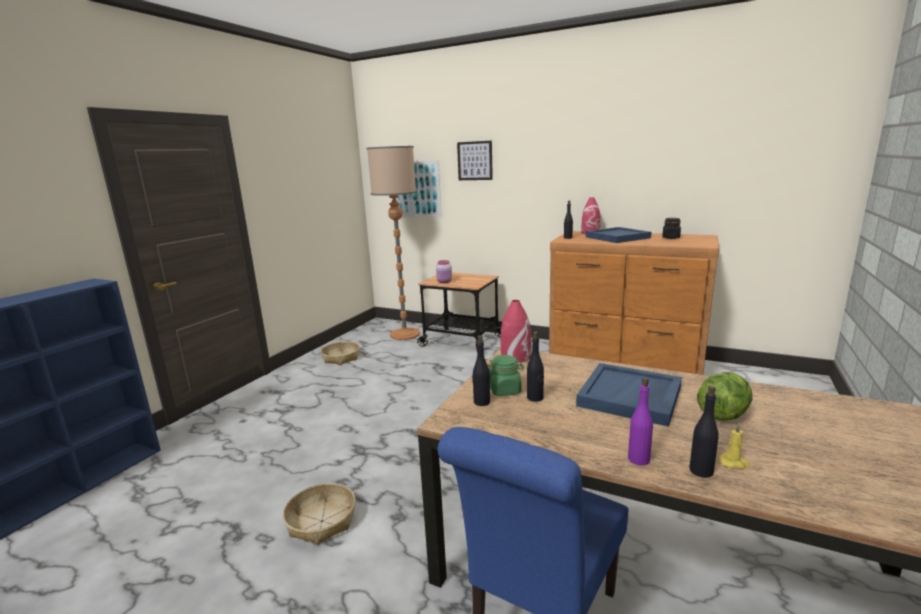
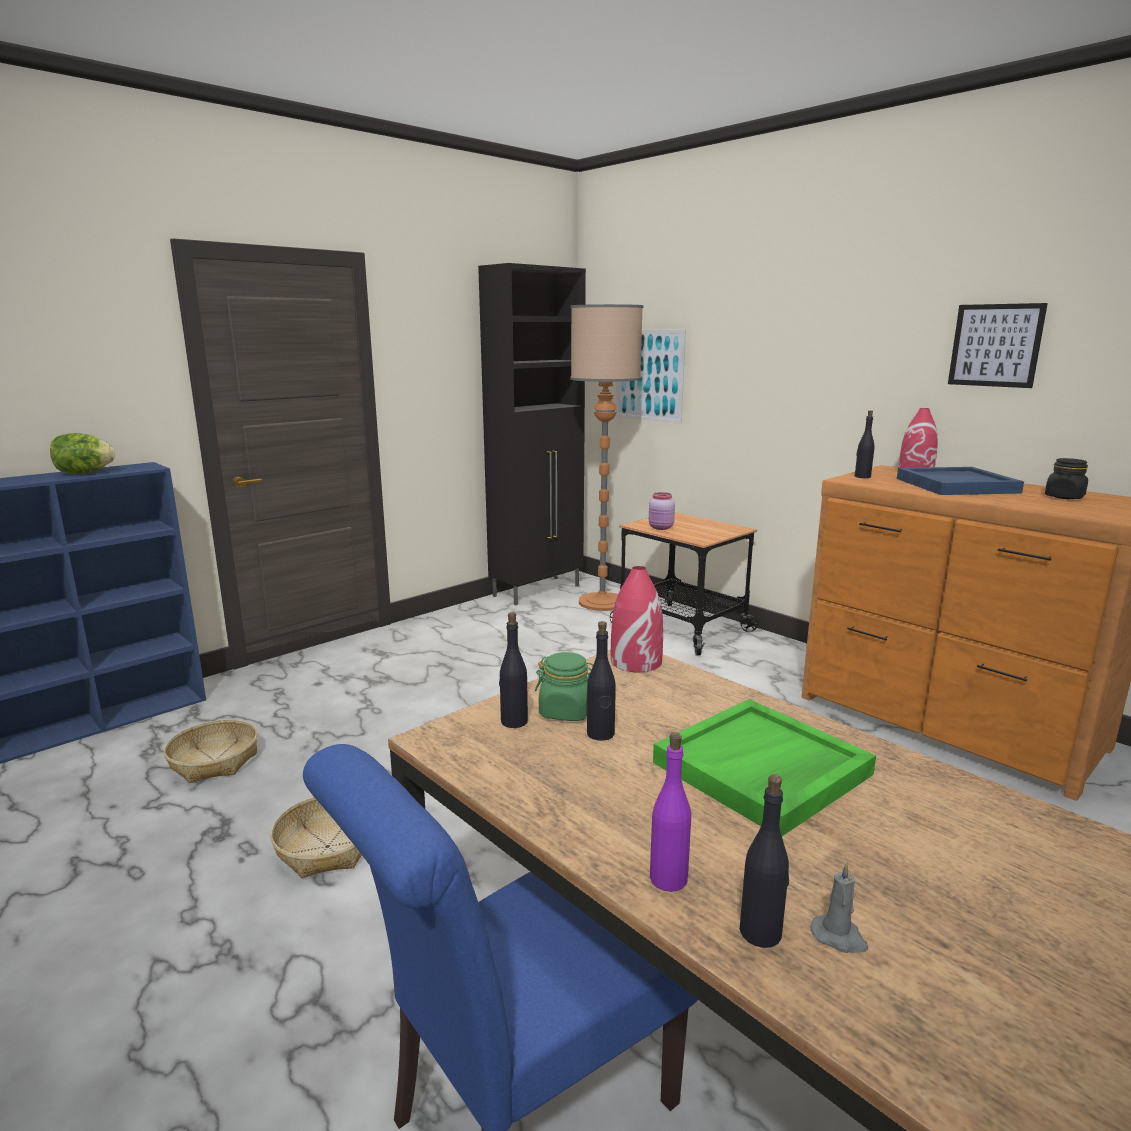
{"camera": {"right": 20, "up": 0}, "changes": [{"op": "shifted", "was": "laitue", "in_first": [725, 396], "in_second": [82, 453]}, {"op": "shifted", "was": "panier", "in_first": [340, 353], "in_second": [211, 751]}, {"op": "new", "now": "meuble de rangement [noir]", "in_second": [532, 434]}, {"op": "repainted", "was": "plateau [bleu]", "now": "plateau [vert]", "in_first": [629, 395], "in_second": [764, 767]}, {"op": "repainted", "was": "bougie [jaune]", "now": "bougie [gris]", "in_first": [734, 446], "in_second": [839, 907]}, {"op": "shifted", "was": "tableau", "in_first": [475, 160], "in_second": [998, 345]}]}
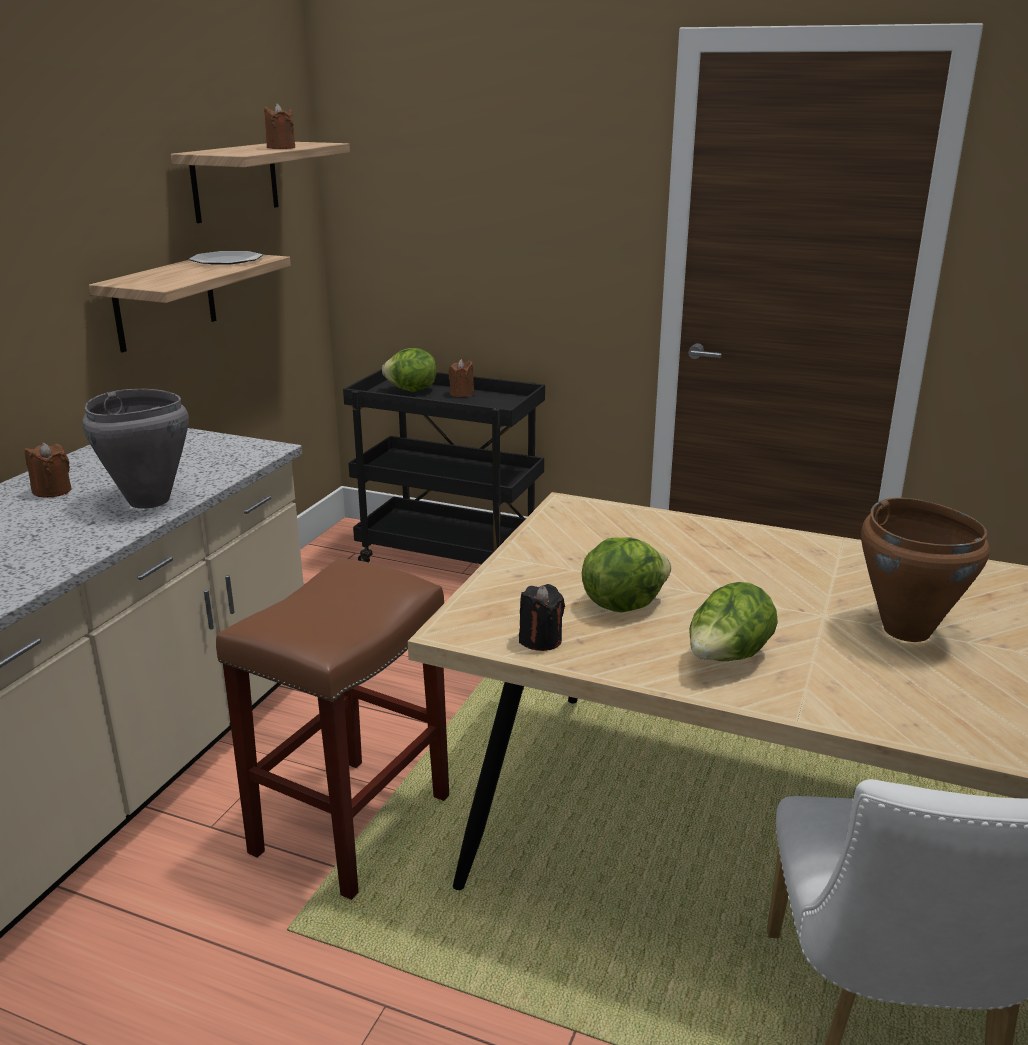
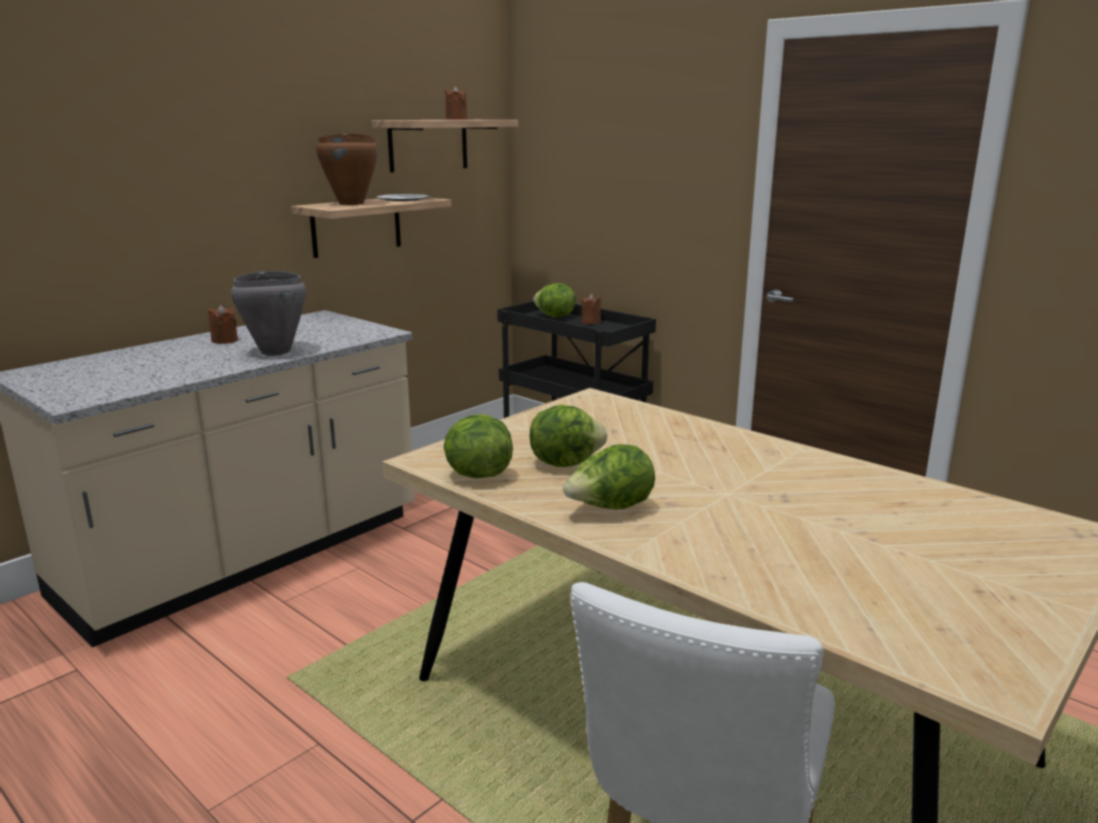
{"camera": {"right": 20, "up": -5}, "changes": [{"op": "shifted", "was": "marmite [marron]", "in_first": [925, 570], "in_second": [347, 169]}, {"op": "swapped", "was": "bougie [noir]", "now": "laitue", "in_first": [542, 617], "in_second": [478, 446]}, {"op": "gone", "was": "tabouret [marron]", "in_first": [332, 729]}]}
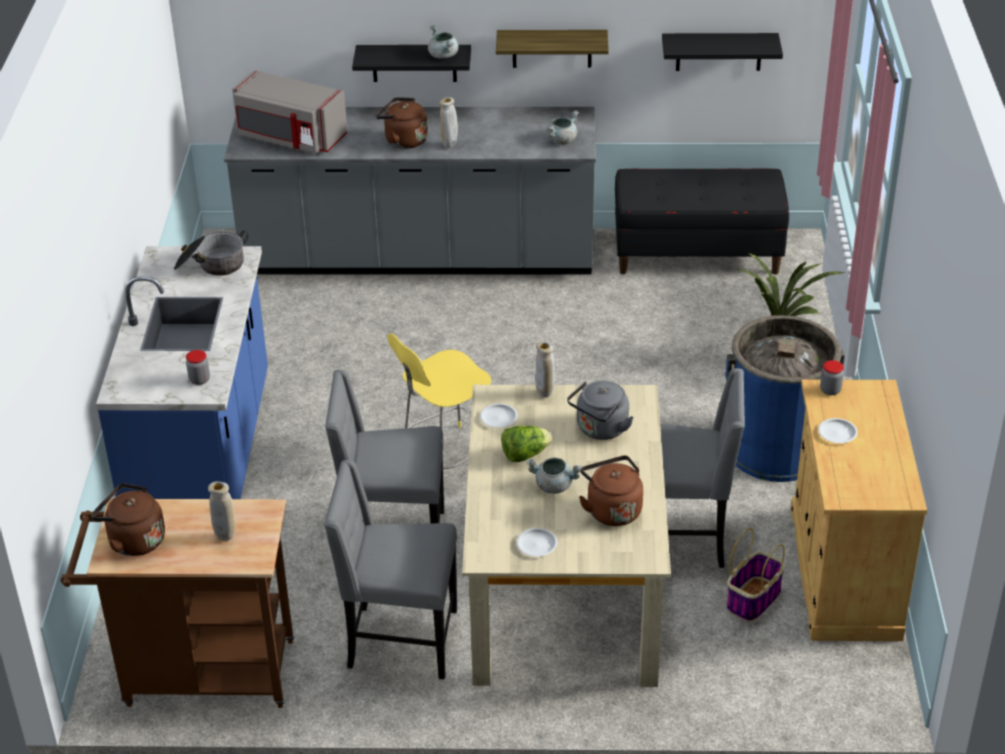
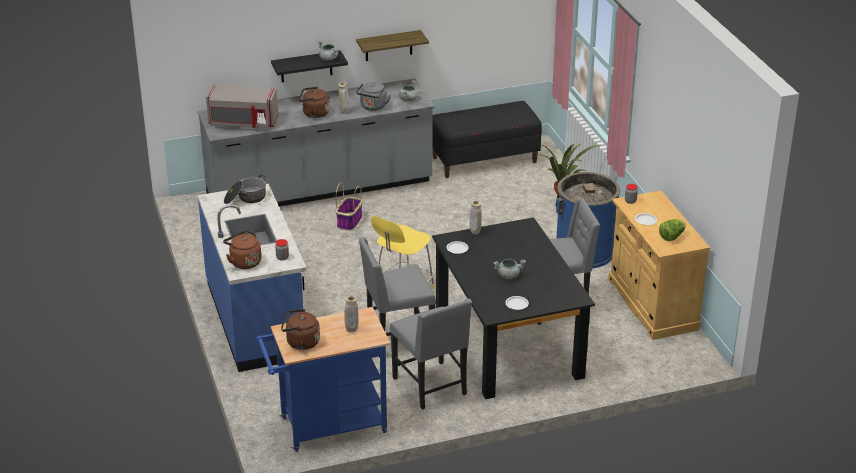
{"camera": {"right": -20, "up": -5}, "changes": [{"op": "shifted", "was": "bouilloire [marron]", "in_first": [611, 490], "in_second": [242, 249]}, {"op": "repainted", "was": "chariot [marron]", "now": "chariot [bleu]", "in_first": [177, 603], "in_second": [323, 379]}, {"op": "shifted", "was": "panier", "in_first": [756, 575], "in_second": [349, 206]}, {"op": "shifted", "was": "bouilloire [gris]", "in_first": [600, 410], "in_second": [373, 96]}, {"op": "rotated", "was": "chaise [gris]", "in_first": [390, 569], "in_second": [431, 353], "clockwise": -105}, {"op": "repainted", "was": "table à manger [beige]", "now": "table à manger [noir]", "in_first": [566, 536], "in_second": [513, 308]}, {"op": "shifted", "was": "laitue", "in_first": [526, 444], "in_second": [672, 230]}, {"op": "gone", "was": "étagère [noir]", "in_first": [722, 52]}]}
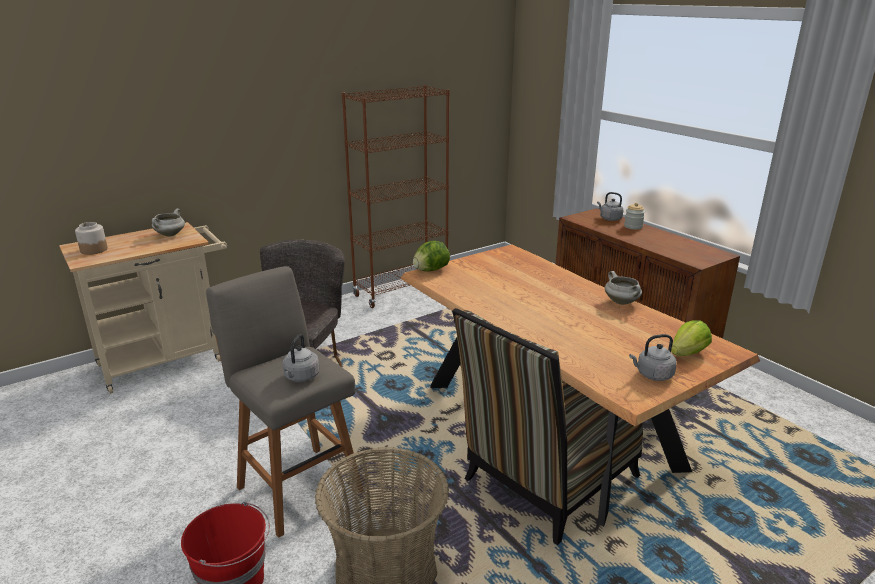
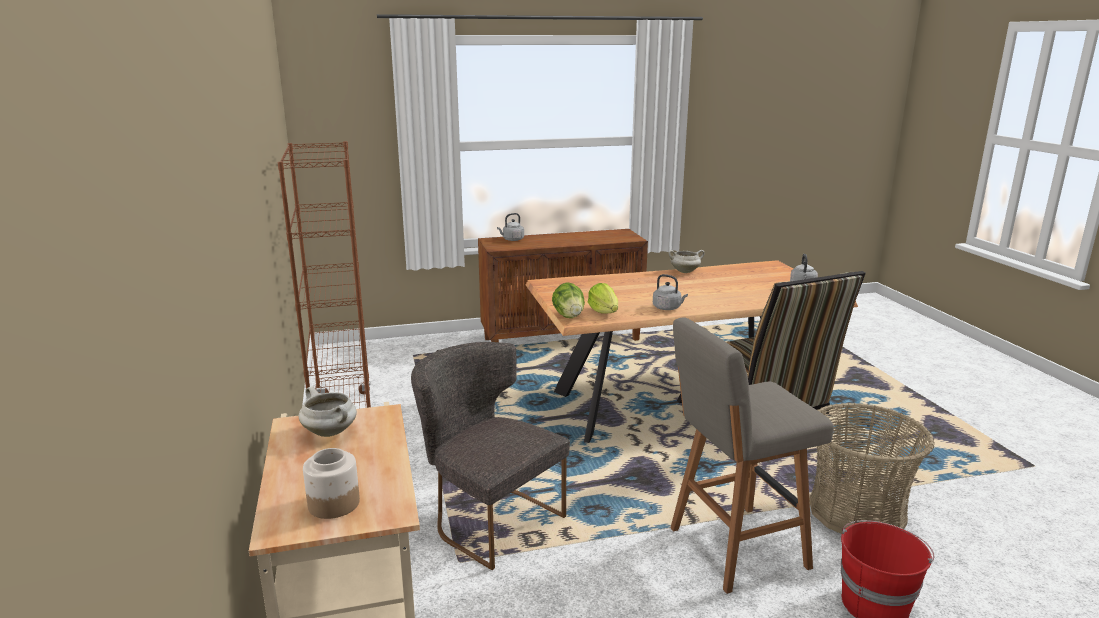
{"camera": {"right": -70, "up": -5}, "changes": [{"op": "shifted", "was": "laitue", "in_first": [691, 338], "in_second": [603, 298]}, {"op": "shifted", "was": "bouilloire [gris]", "in_first": [301, 358], "in_second": [670, 292]}, {"op": "gone", "was": "bocal", "in_first": [634, 216]}]}
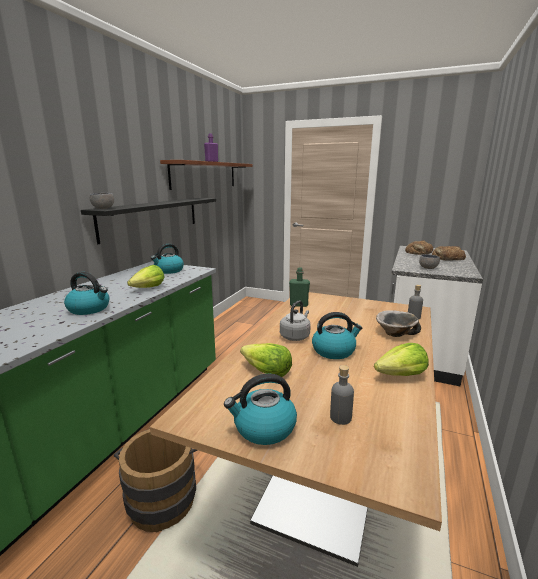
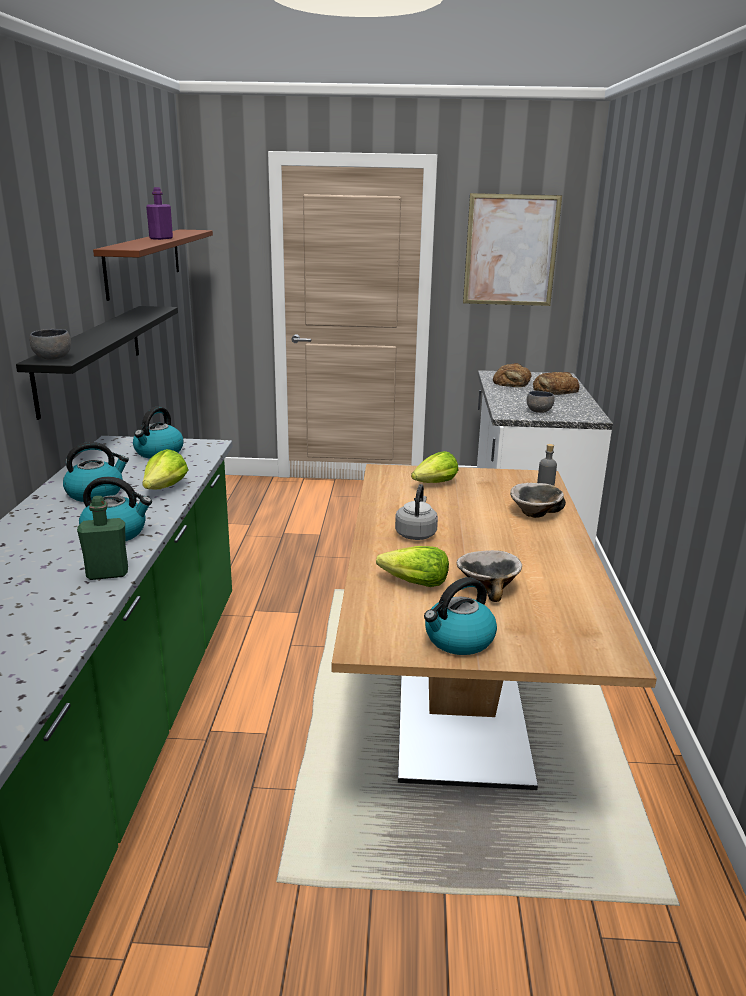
{"camera": {"right": -20, "up": 5}, "changes": [{"op": "shifted", "was": "bouilloire", "in_first": [337, 335], "in_second": [96, 472]}, {"op": "shifted", "was": "bouteille [vert]", "in_first": [299, 287], "in_second": [102, 538]}, {"op": "shifted", "was": "laitue", "in_first": [401, 359], "in_second": [434, 467]}, {"op": "new", "now": "bol", "in_second": [489, 576]}, {"op": "new", "now": "tableau", "in_second": [512, 249]}, {"op": "gone", "was": "seau [marron]", "in_first": [155, 480]}, {"op": "gone", "was": "bouteille [gris]", "in_first": [342, 395]}]}
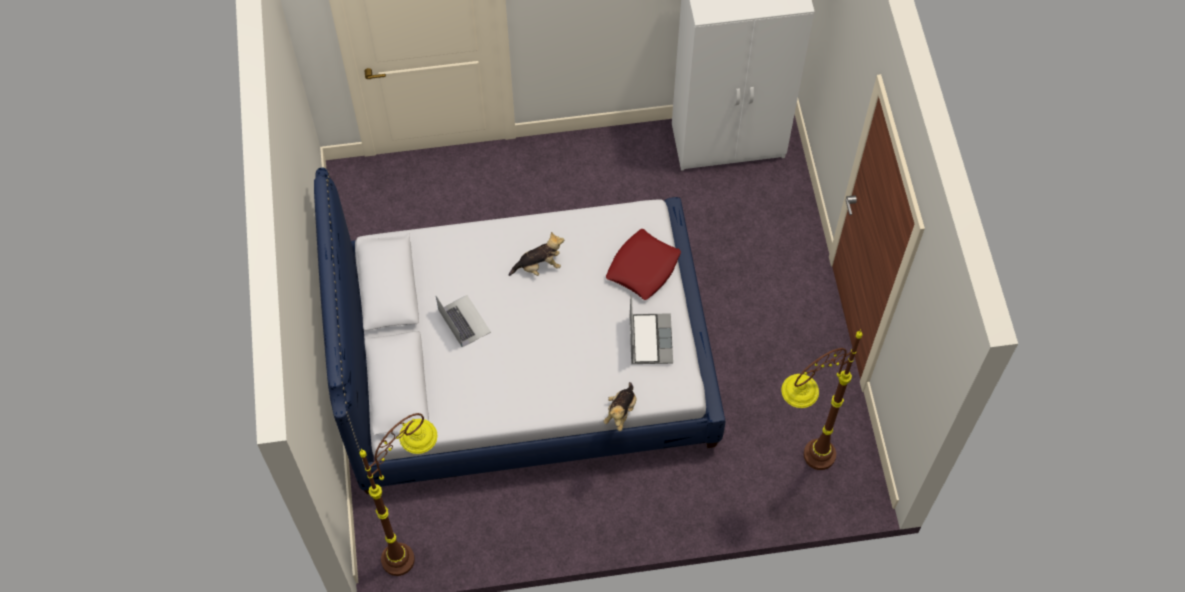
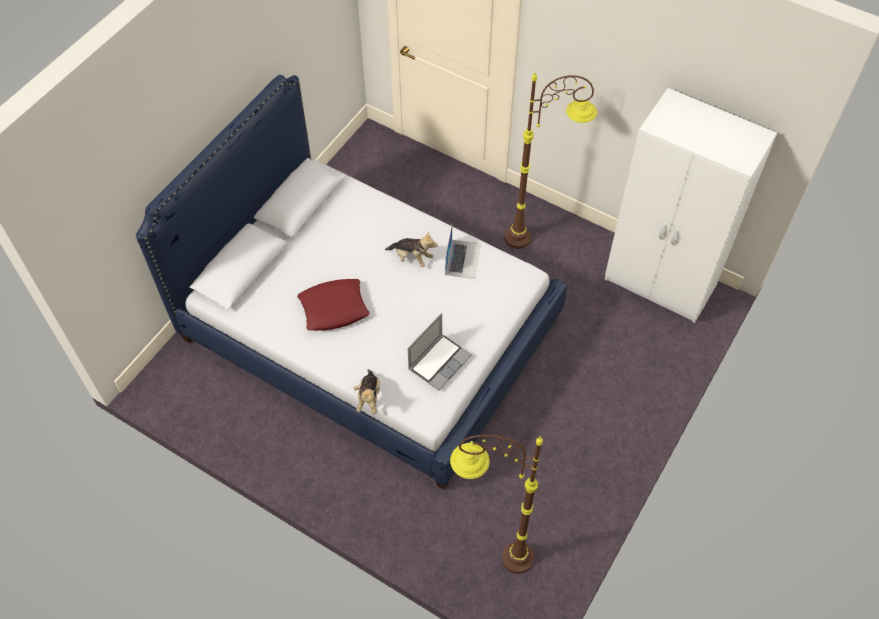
{"camera": {"right": 40, "up": -5}, "changes": [{"op": "shifted", "was": "coussin [rouge]", "in_first": [643, 264], "in_second": [333, 305]}, {"op": "rotated", "was": "peluche", "in_first": [620, 406], "in_second": [367, 391], "clockwise": -60}, {"op": "shifted", "was": "ordinateur portable", "in_first": [463, 321], "in_second": [463, 252]}, {"op": "shifted", "was": "lampadaire [marron]", "in_first": [398, 494], "in_second": [551, 161]}]}
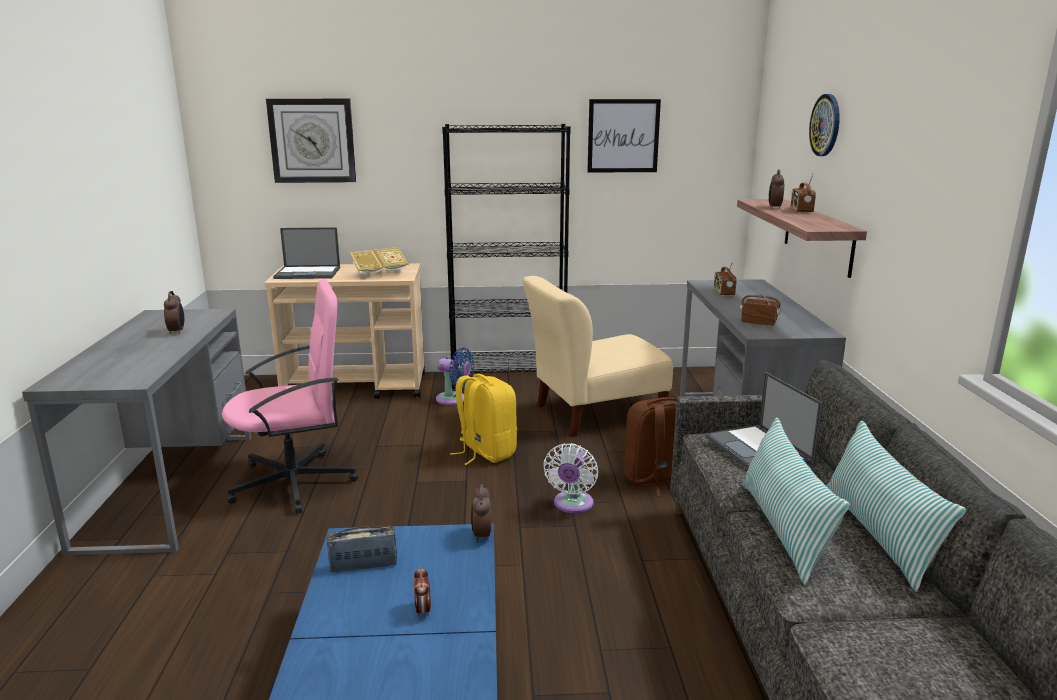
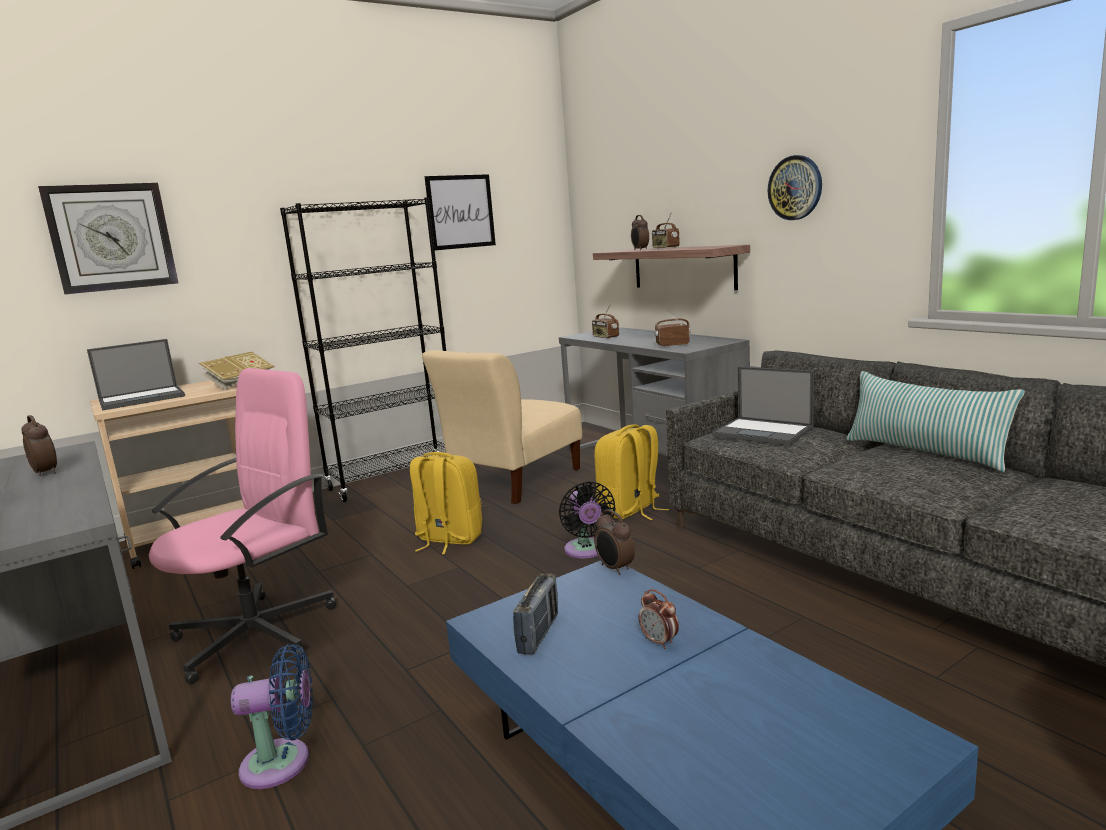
{"camera": {"right": -30, "up": -5}, "changes": [{"op": "shifted", "was": "ventilateur [bleu]", "in_first": [455, 376], "in_second": [272, 716]}, {"op": "rotated", "was": "radio", "in_first": [362, 549], "in_second": [535, 614], "clockwise": 150}, {"op": "repainted", "was": "ventilateur [blanc]", "now": "ventilateur [noir]", "in_first": [570, 478], "in_second": [587, 519]}, {"op": "repainted", "was": "sac à dos [marron]", "now": "sac à dos [jaune]", "in_first": [650, 447], "in_second": [631, 472]}, {"op": "shifted", "was": "horloge murale", "in_first": [824, 125], "in_second": [795, 187]}, {"op": "gone", "was": "coussin", "in_first": [796, 501]}]}
